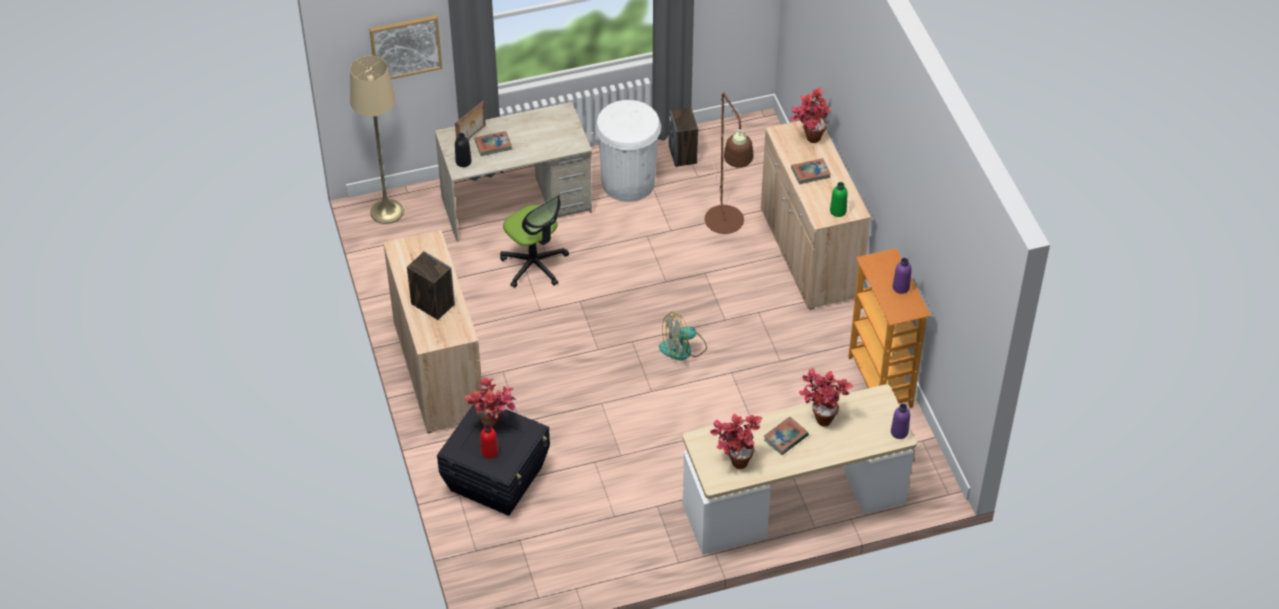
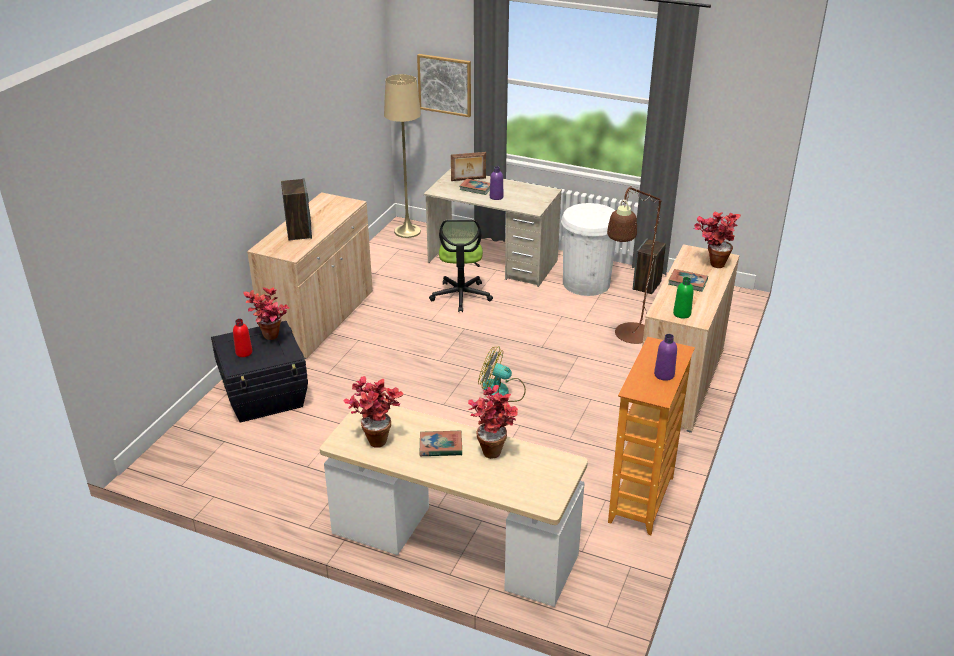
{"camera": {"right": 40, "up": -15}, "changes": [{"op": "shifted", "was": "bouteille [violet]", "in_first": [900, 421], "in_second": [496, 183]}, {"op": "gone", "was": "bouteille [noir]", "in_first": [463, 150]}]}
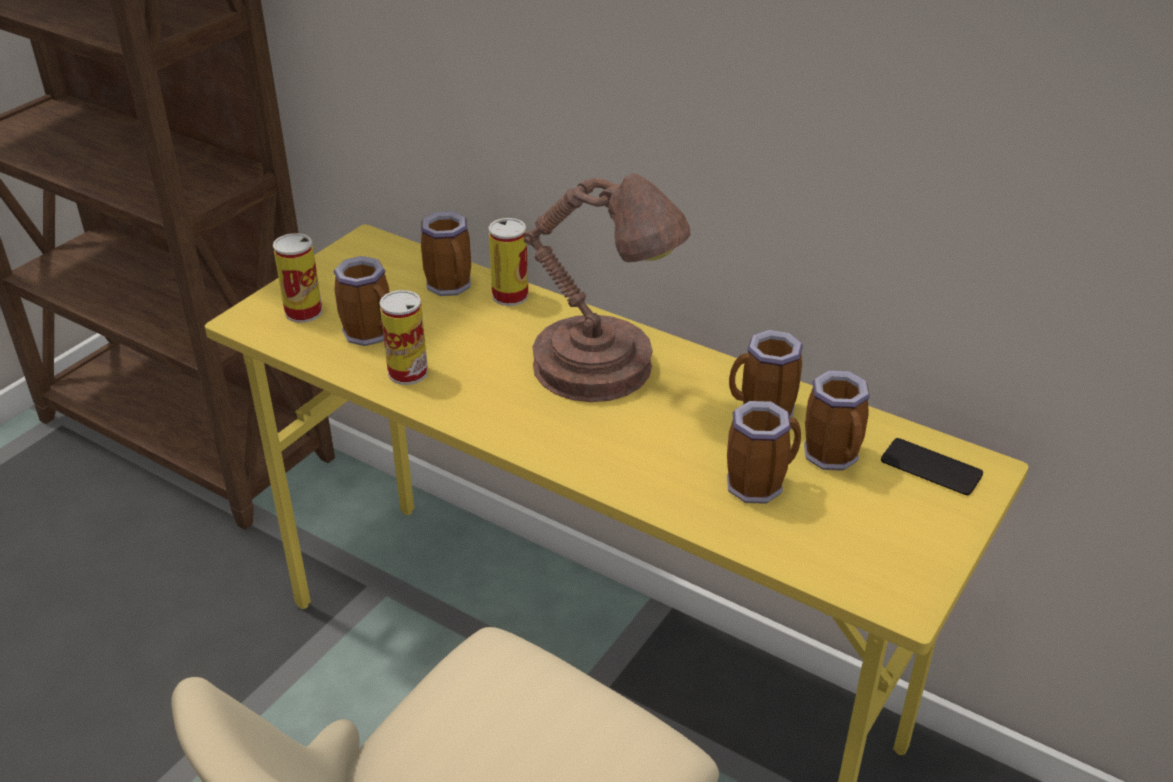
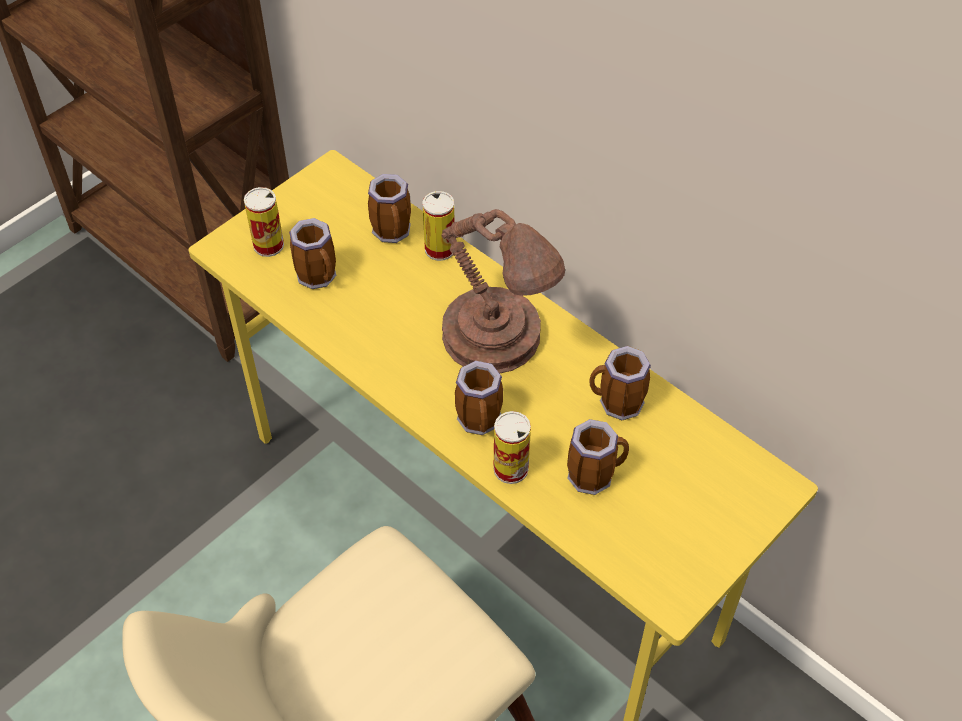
{"camera": {"right": 10, "up": 15}, "changes": [{"op": "shifted", "was": "mug", "in_first": [837, 421], "in_second": [479, 398]}, {"op": "shifted", "was": "boîte métallique", "in_first": [403, 337], "in_second": [512, 447]}, {"op": "gone", "was": "téléphone", "in_first": [932, 467]}]}
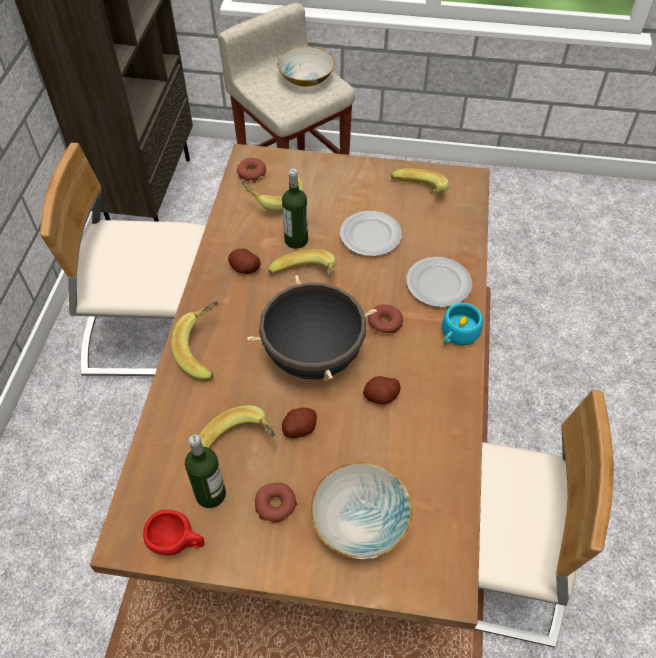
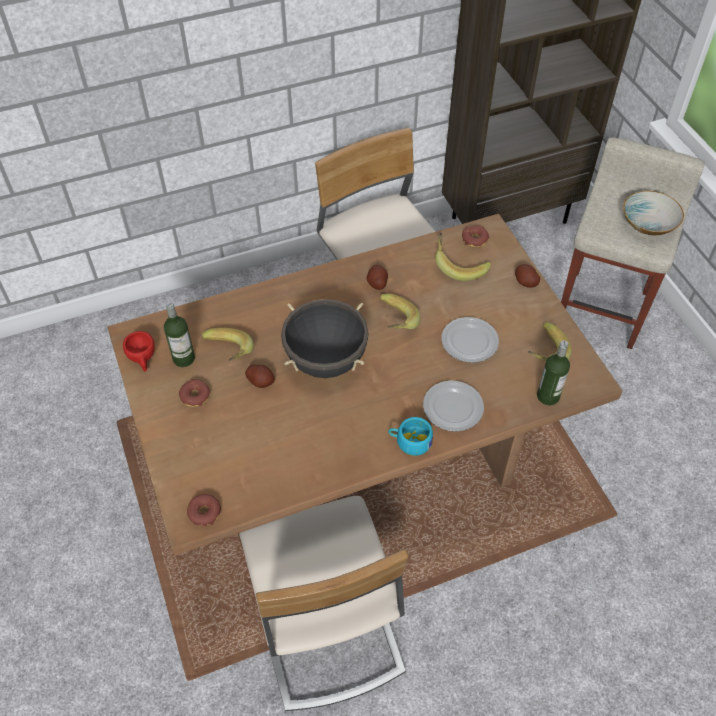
{"camera": {"right": 60, "up": 0}, "changes": [{"op": "shifted", "was": "beignet", "in_first": [385, 319], "in_second": [204, 510]}, {"op": "shifted", "was": "pomme de terre", "in_first": [382, 390], "in_second": [527, 276]}, {"op": "shifted", "was": "bouteille", "in_first": [295, 209], "in_second": [553, 372]}, {"op": "gone", "was": "banane", "in_first": [195, 341]}, {"op": "gone", "was": "bol", "in_first": [361, 510]}]}
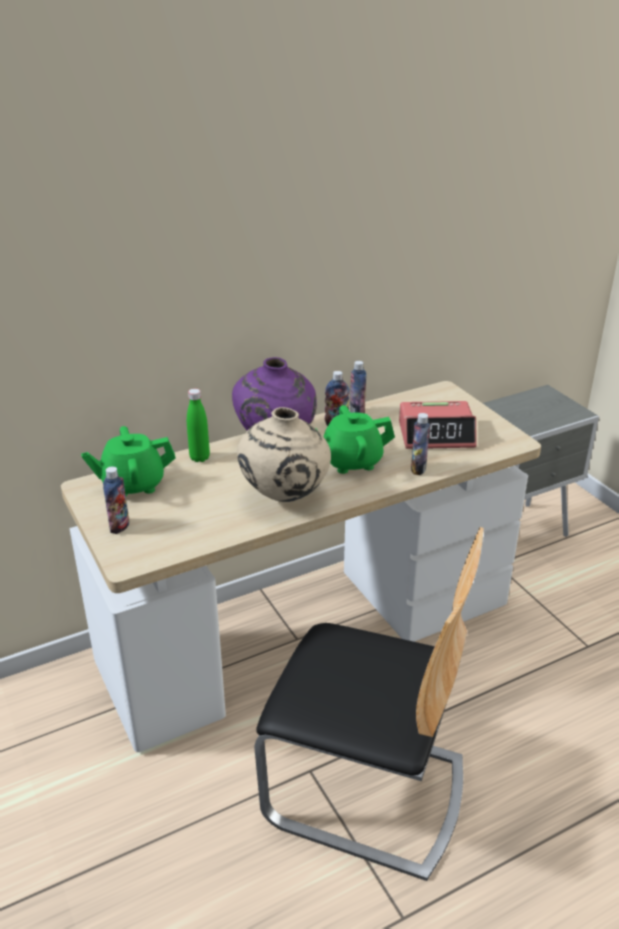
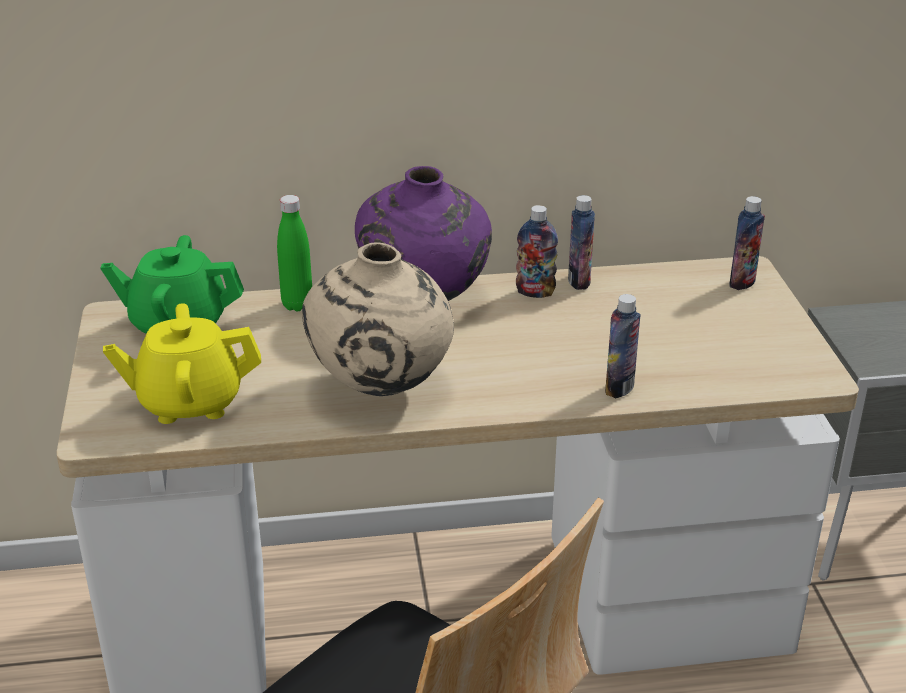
{"camera": {"right": 20, "up": 0}, "changes": [{"op": "new", "now": "théière [jaune]", "in_second": [182, 363]}, {"op": "shifted", "was": "bouteille", "in_first": [116, 500], "in_second": [747, 243]}, {"op": "gone", "was": "théière [vert]", "in_first": [355, 439]}, {"op": "gone", "was": "réveil", "in_first": [438, 425]}]}
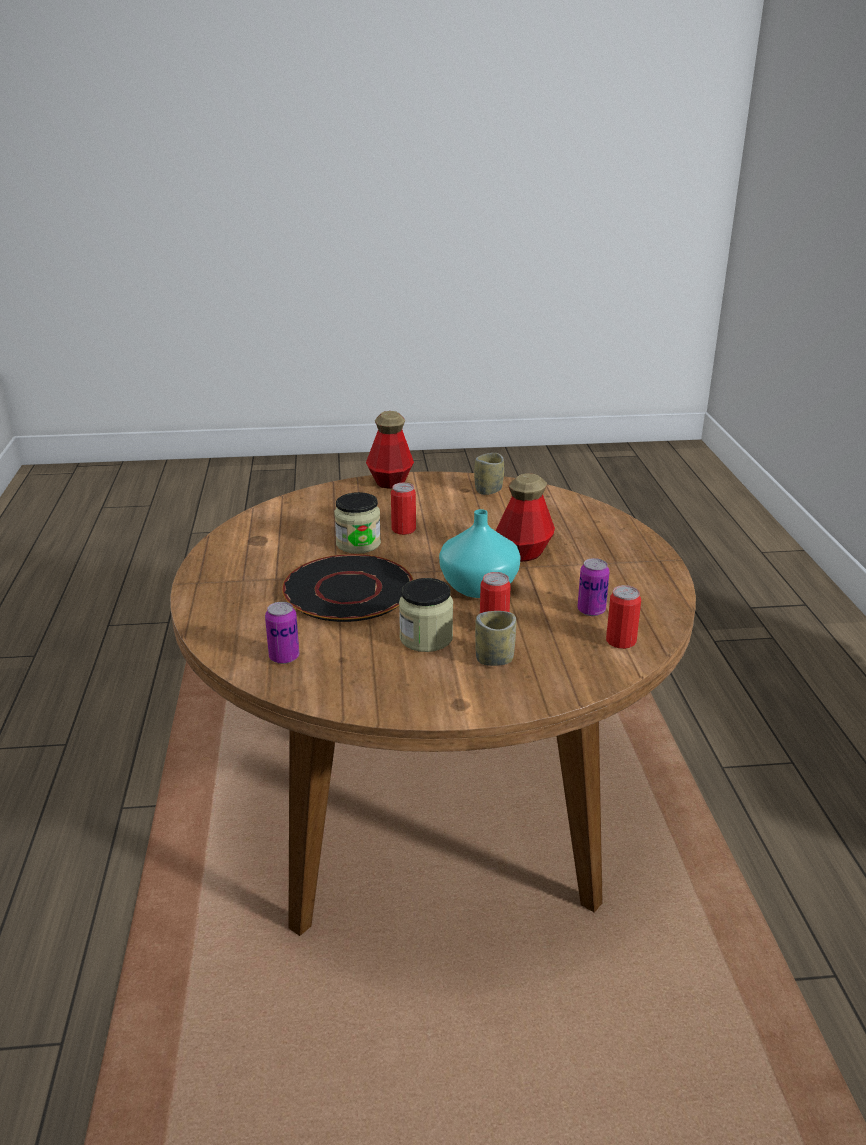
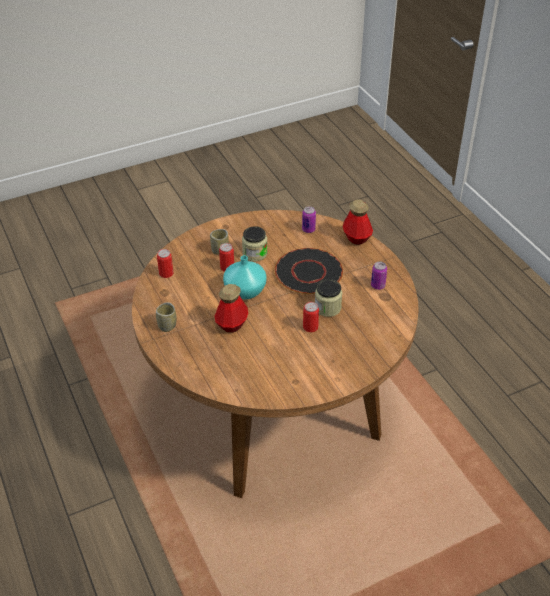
{"camera": {"right": 160, "up": 15}, "changes": [{"op": "shifted", "was": "tasse", "in_first": [489, 474], "in_second": [166, 317]}, {"op": "shifted", "was": "bouteille", "in_first": [390, 450], "in_second": [358, 222]}, {"op": "shifted", "was": "boîte métallique", "in_first": [593, 587], "in_second": [379, 276]}]}
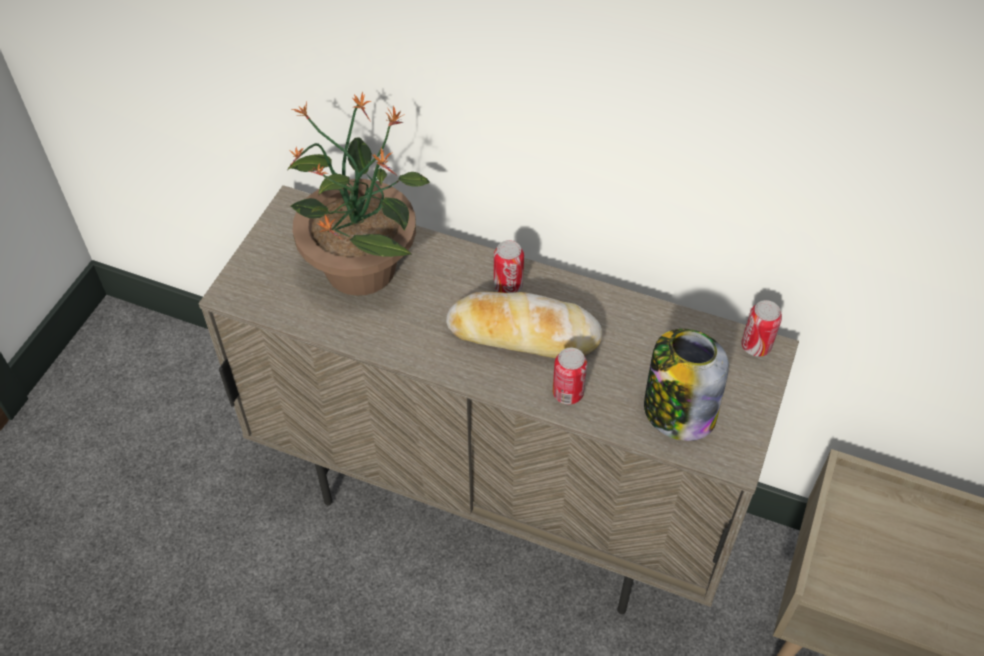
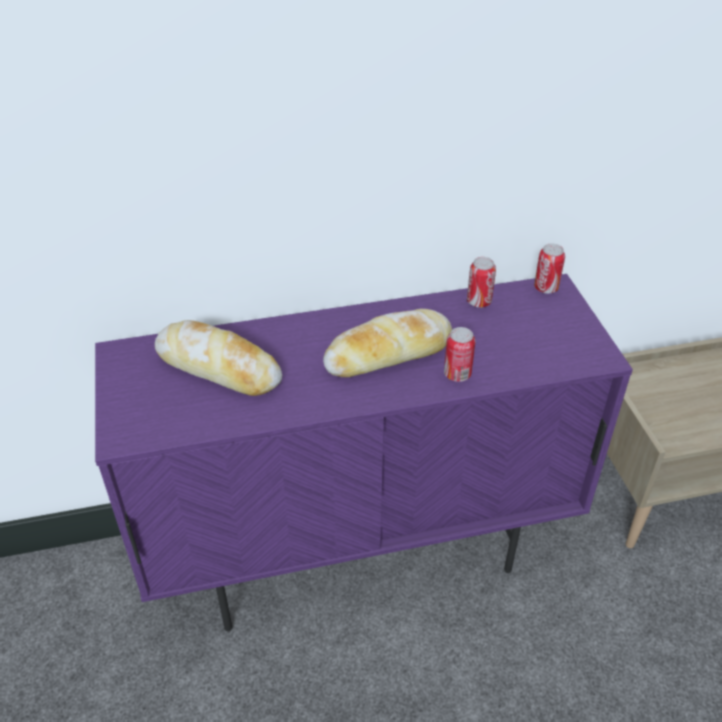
{"camera": {"right": -35, "up": -10}, "changes": [{"op": "repainted", "was": "meuble de rangement [beige]", "now": "meuble de rangement [violet]", "in_first": [499, 399], "in_second": [364, 453]}, {"op": "swapped", "was": "plante en pot", "now": "pain", "in_first": [358, 193], "in_second": [218, 358]}, {"op": "shifted", "was": "boîte métallique", "in_first": [509, 266], "in_second": [481, 282]}, {"op": "gone", "was": "bocal", "in_first": [686, 385]}]}
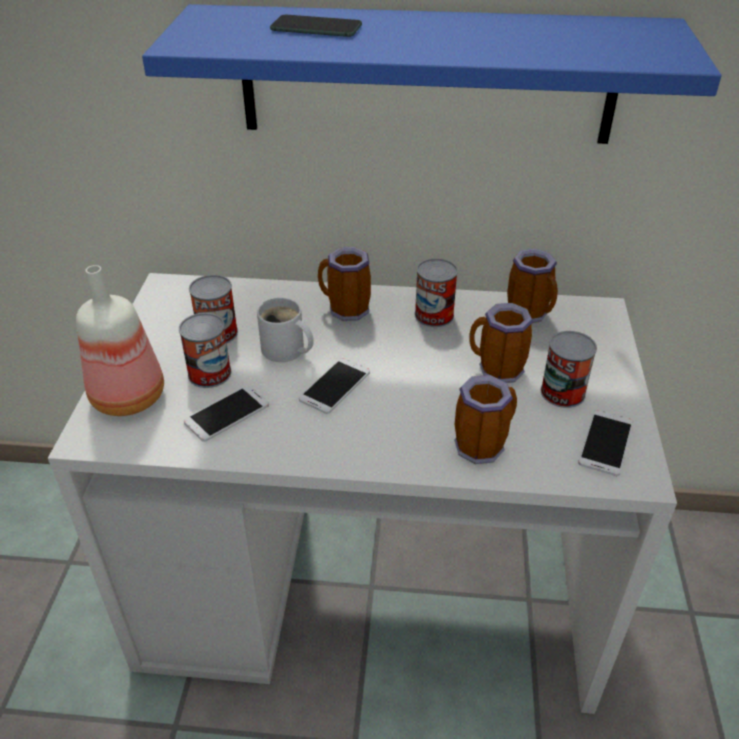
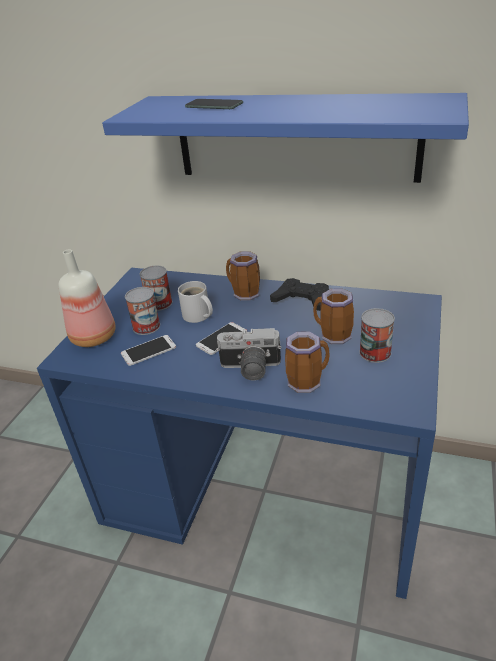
{"camera": {"right": 15, "up": -5}, "changes": [{"op": "repainted", "was": "bureau [blanc]", "now": "bureau [bleu]", "in_first": [362, 493], "in_second": [239, 433]}, {"op": "new", "now": "appareil photo", "in_second": [249, 354]}, {"op": "swapped", "was": "boîte métallique", "now": "manette [noir]", "in_first": [436, 292], "in_second": [299, 294]}, {"op": "gone", "was": "mug", "in_first": [532, 286]}, {"op": "gone", "was": "téléphone", "in_first": [605, 443]}]}
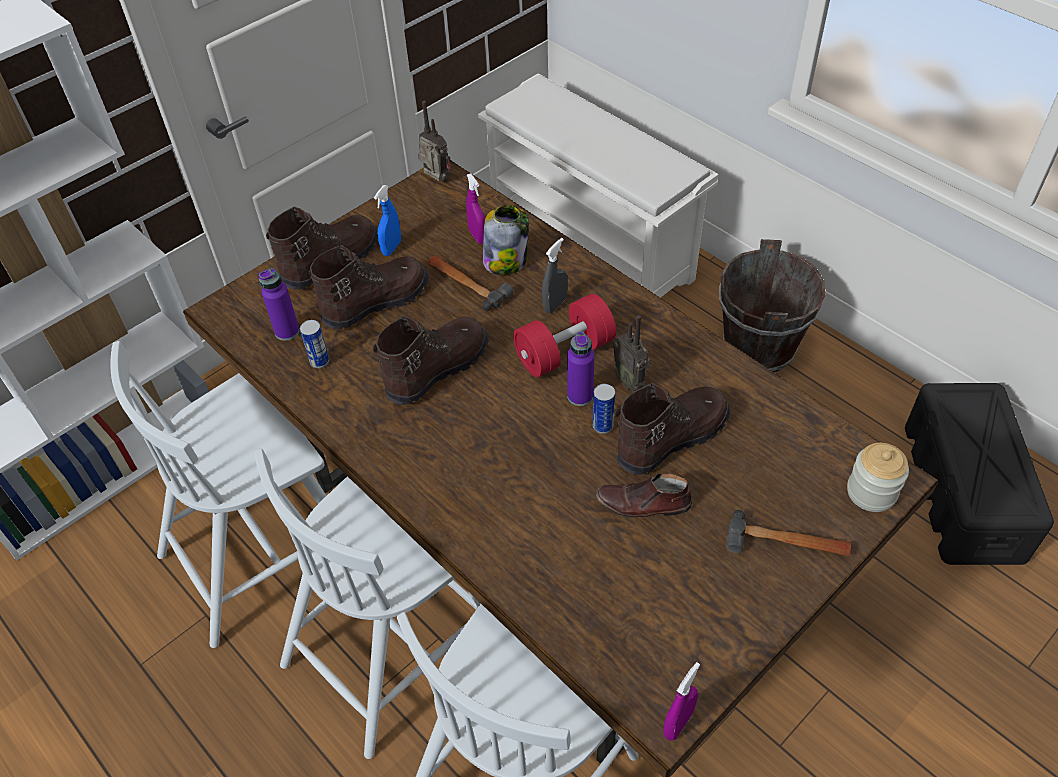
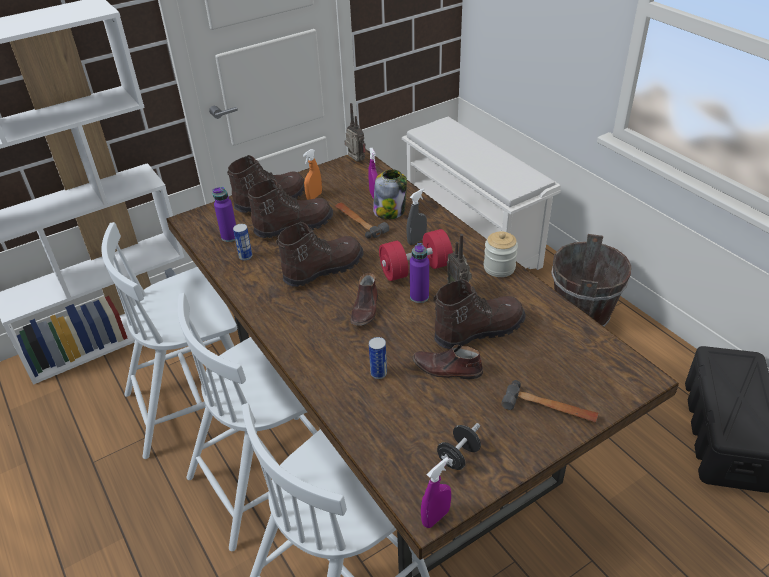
{"camera": {"right": 10, "up": -10}, "changes": [{"op": "repainted", "was": "vaporisateur [bleu]", "now": "vaporisateur [orange]", "in_first": [387, 220], "in_second": [312, 174]}, {"op": "new", "now": "chaussure [marron]", "in_second": [364, 299]}, {"op": "shifted", "was": "boîte métallique", "in_first": [604, 409], "in_second": [378, 358]}, {"op": "new", "now": "haltère [noir]", "in_second": [459, 446]}, {"op": "shifted", "was": "bocal", "in_first": [878, 477], "in_second": [501, 254]}]}
